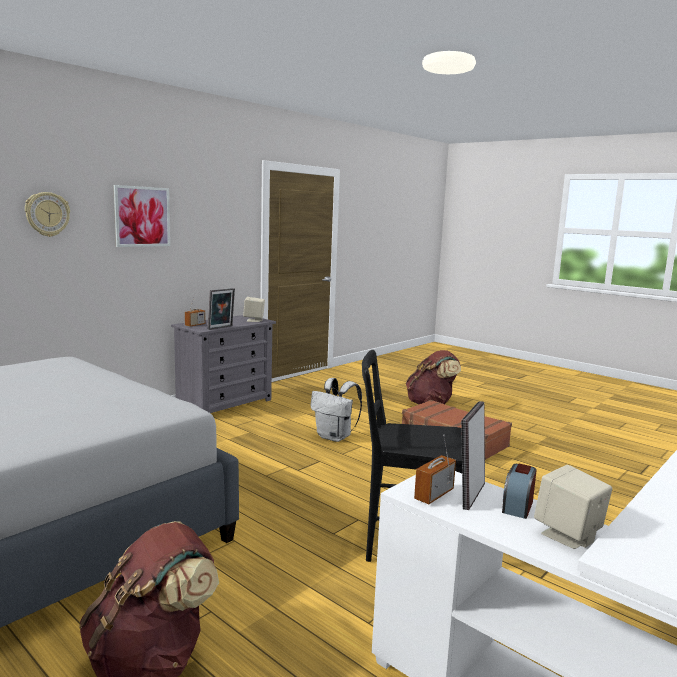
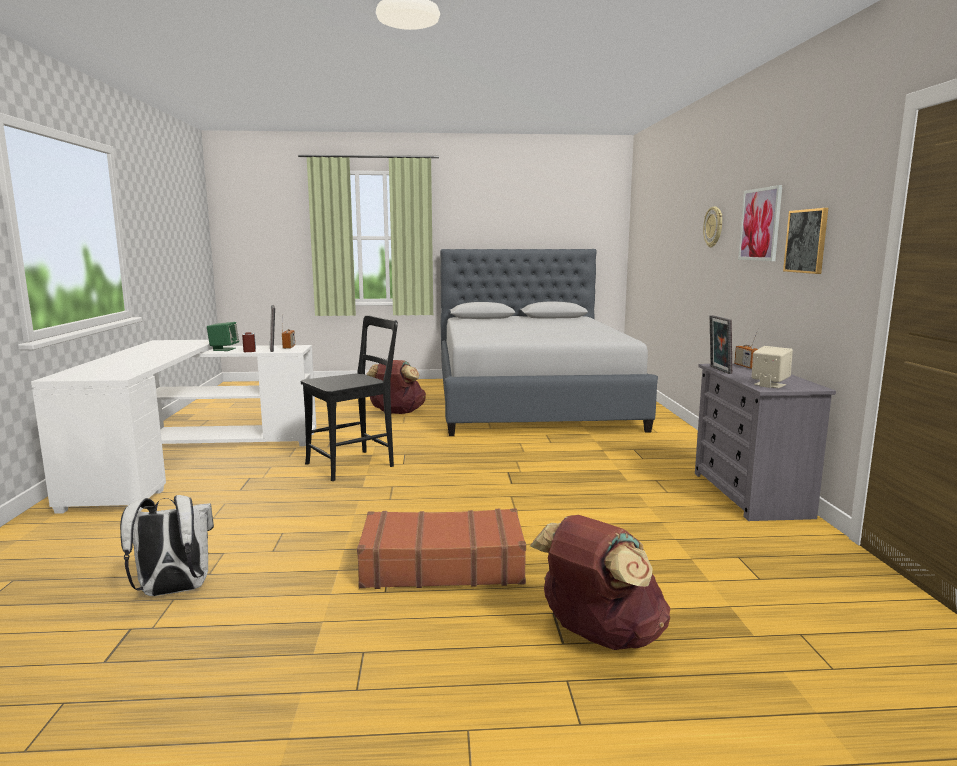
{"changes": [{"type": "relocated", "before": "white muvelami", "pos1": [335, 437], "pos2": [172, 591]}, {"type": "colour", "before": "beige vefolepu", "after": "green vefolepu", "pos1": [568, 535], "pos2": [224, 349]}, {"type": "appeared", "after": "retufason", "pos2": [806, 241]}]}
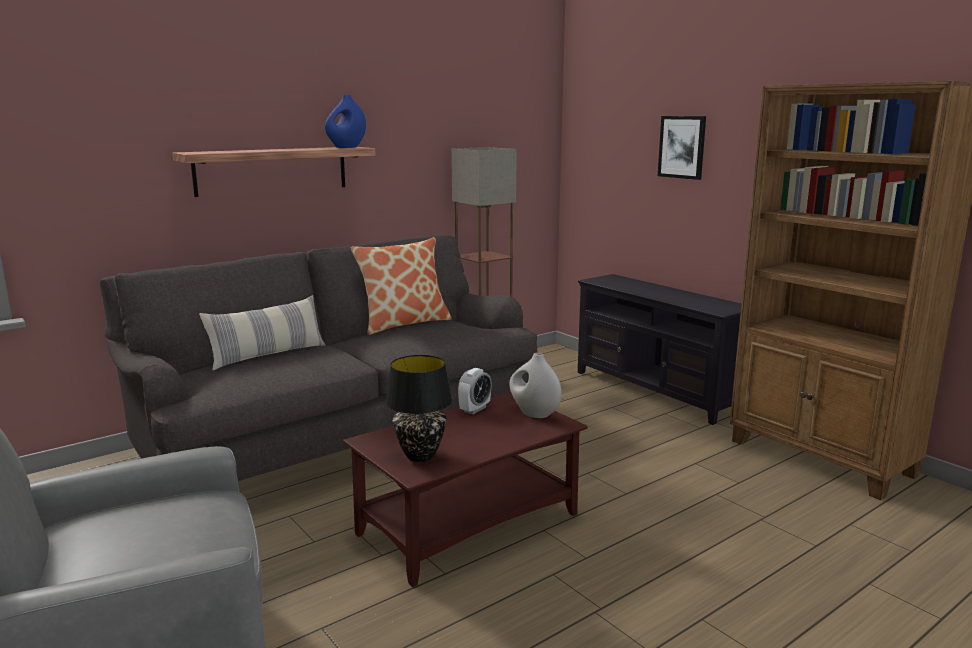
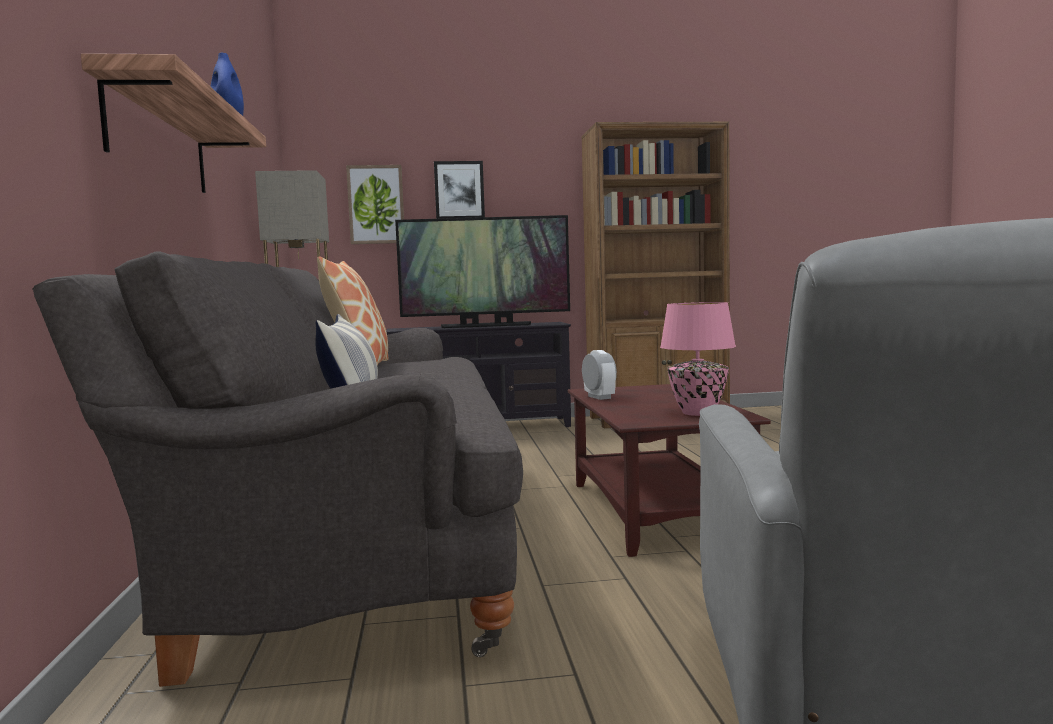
{"changes": [{"type": "missing", "before": "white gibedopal", "pos1": [534, 414]}, {"type": "colour", "before": "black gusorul", "after": "pink gusorul", "pos1": [420, 456], "pos2": [699, 413]}, {"type": "appeared", "after": "retufason", "pos2": [376, 204]}, {"type": "appeared", "after": "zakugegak", "pos2": [486, 326]}]}
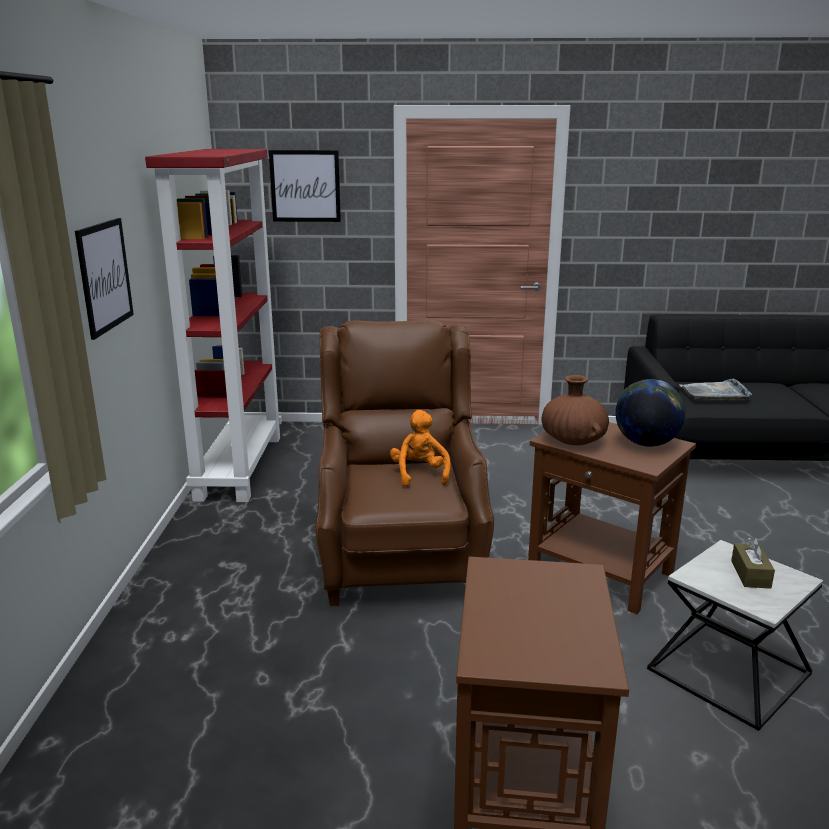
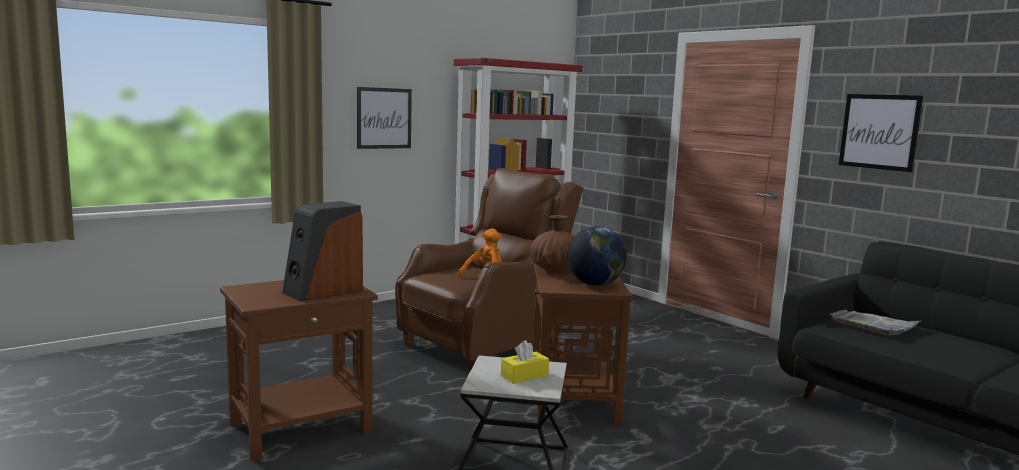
{"changes": [{"type": "relocated", "before": "retufason", "pos1": [305, 186], "pos2": [879, 132]}, {"type": "colour", "before": "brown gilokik", "after": "yellow gilokik", "pos1": [750, 574], "pos2": [524, 376]}, {"type": "appeared", "after": "vefolepu", "pos2": [323, 291]}]}
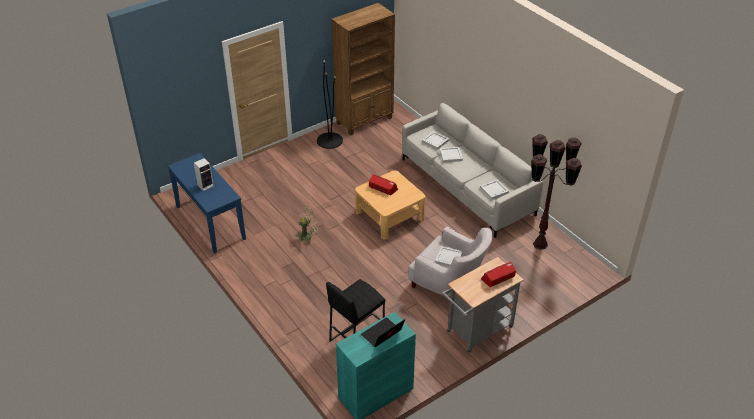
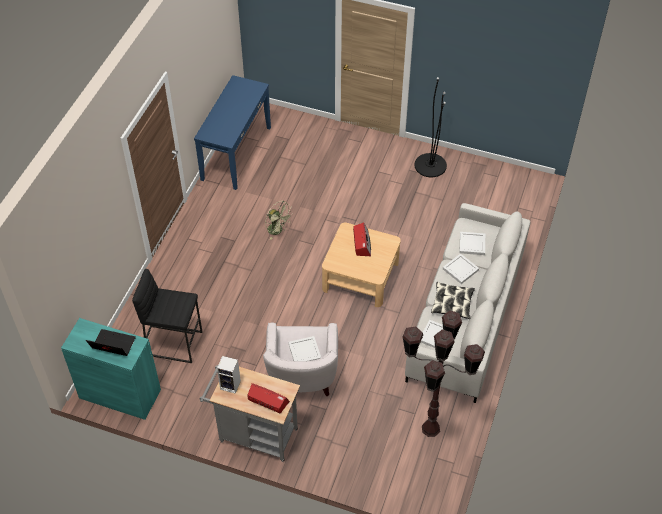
{"changes": [{"type": "missing", "before": "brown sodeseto", "pos1": [365, 120]}, {"type": "relocated", "before": "vefolepu", "pos1": [206, 185], "pos2": [231, 385]}, {"type": "appeared", "after": "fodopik", "pos2": [452, 304]}]}
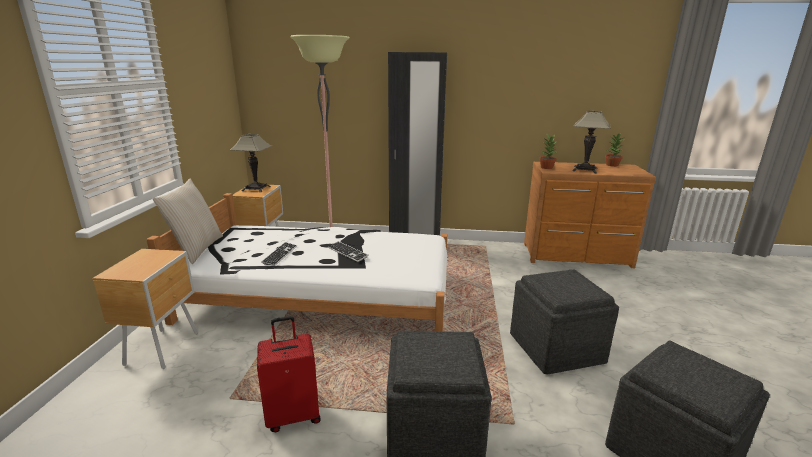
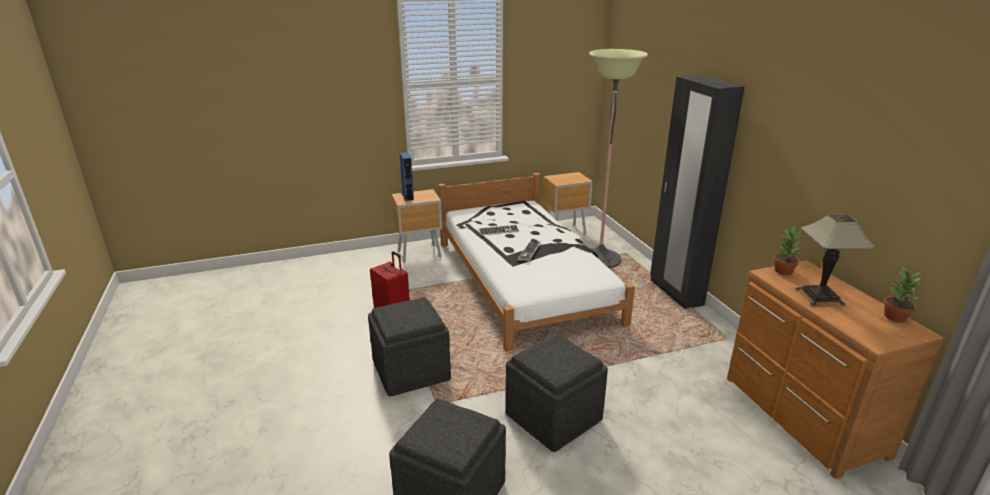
{"changes": [{"type": "missing", "before": "gusorul", "pos1": [256, 188]}, {"type": "missing", "before": "beige fodopik", "pos1": [196, 249]}, {"type": "appeared", "after": "blue vefolepu", "pos2": [408, 196]}]}
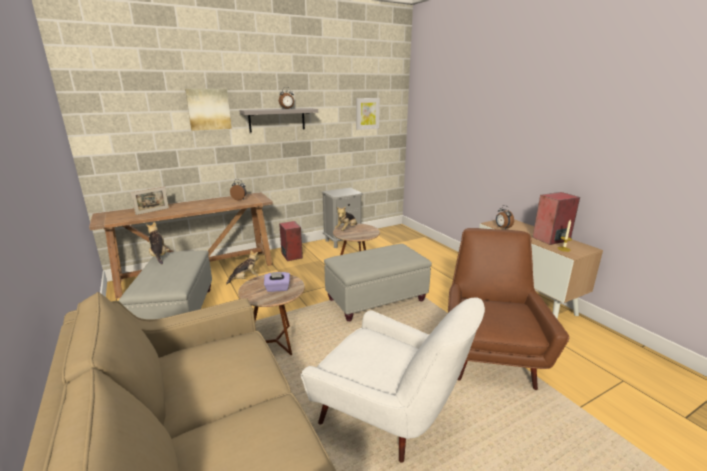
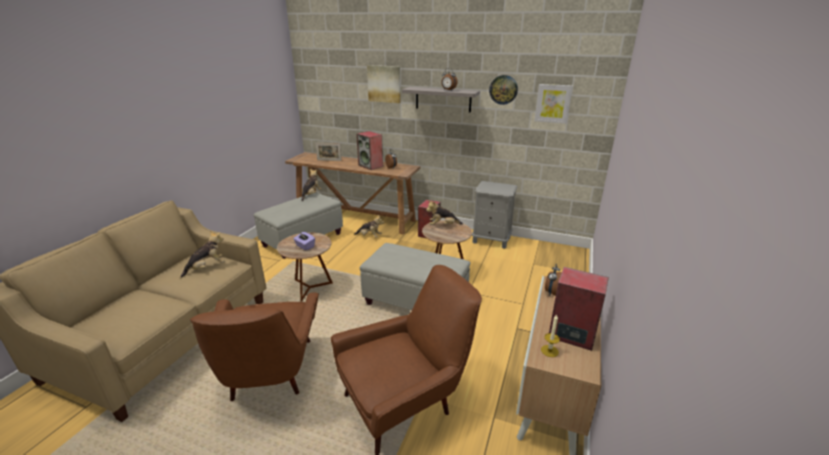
{"changes": [{"type": "colour", "before": "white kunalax", "after": "brown kunalax", "pos1": [389, 418], "pos2": [269, 376]}, {"type": "appeared", "after": "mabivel", "pos2": [503, 89]}, {"type": "appeared", "after": "vefolepu", "pos2": [371, 166]}, {"type": "appeared", "after": "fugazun", "pos2": [207, 268]}]}
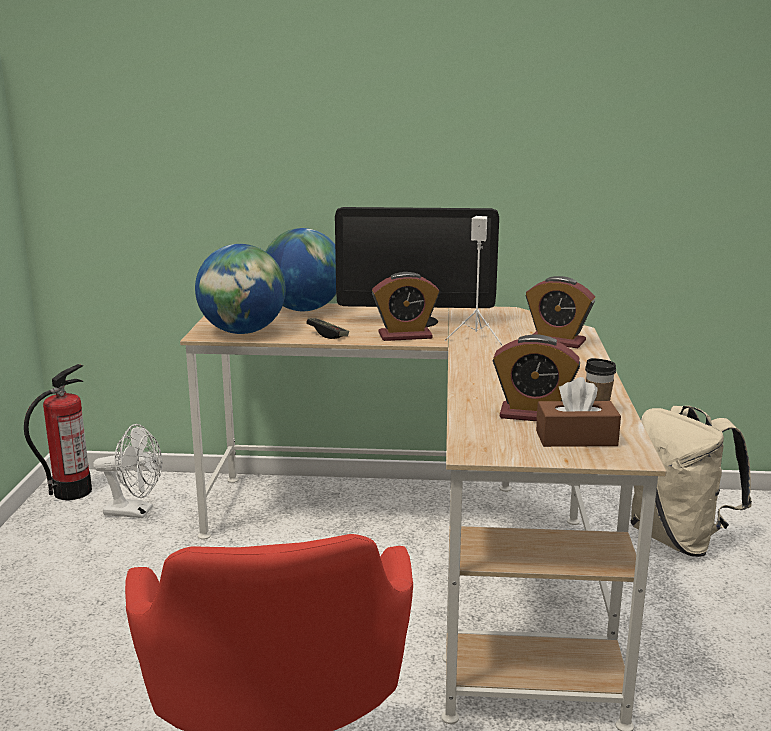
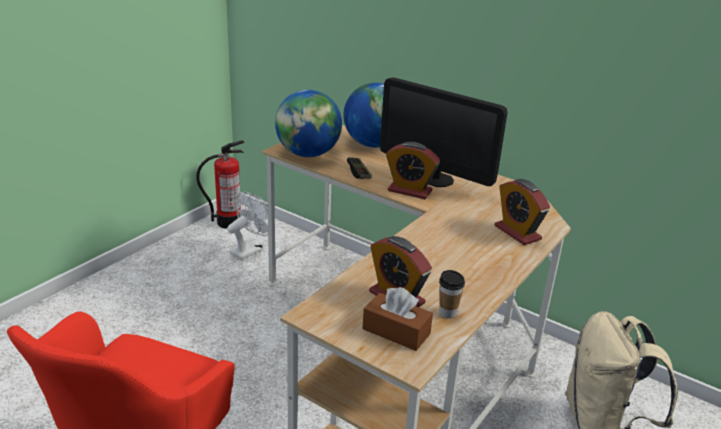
{"changes": [{"type": "missing", "before": "white vefolepu", "pos1": [476, 338]}, {"type": "spun", "before": "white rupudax", "pos1": [136, 512], "pos2": [250, 250], "turn": -90}]}
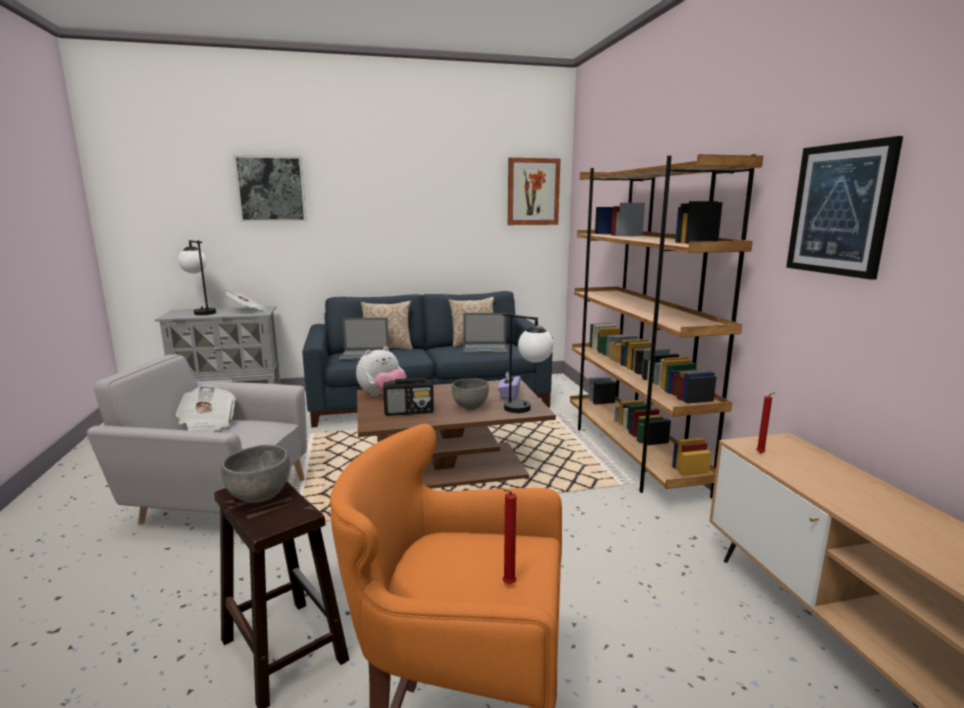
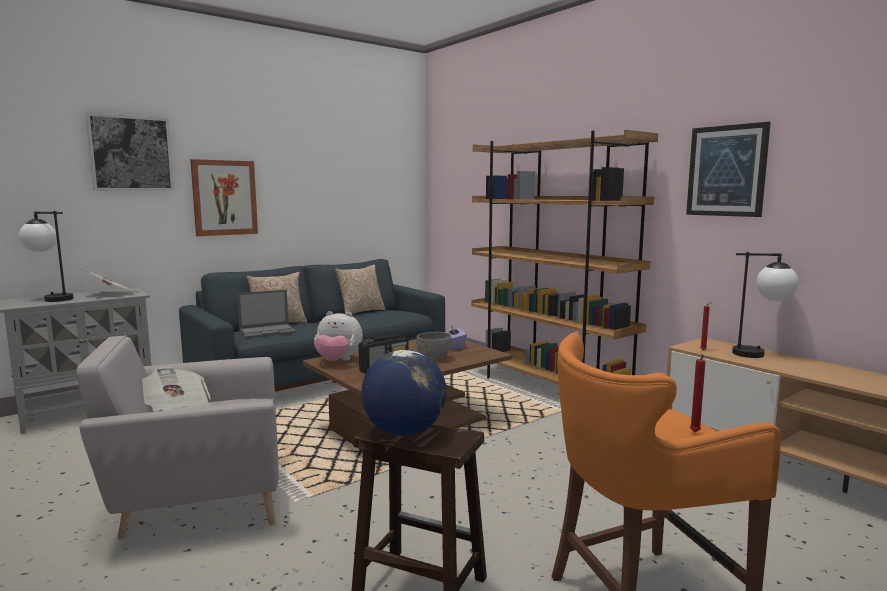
{"changes": [{"type": "relocated", "before": "retufason", "pos1": [533, 192], "pos2": [224, 198]}, {"type": "missing", "before": "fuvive", "pos1": [485, 349]}, {"type": "relocated", "before": "gusorul", "pos1": [527, 410], "pos2": [760, 354]}, {"type": "spun", "before": "fugazun", "pos1": [382, 396], "pos2": [338, 361], "turn": 75}, {"type": "exchanged", "before": "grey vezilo", "after": "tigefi", "pos1": [259, 496], "pos2": [404, 432]}]}
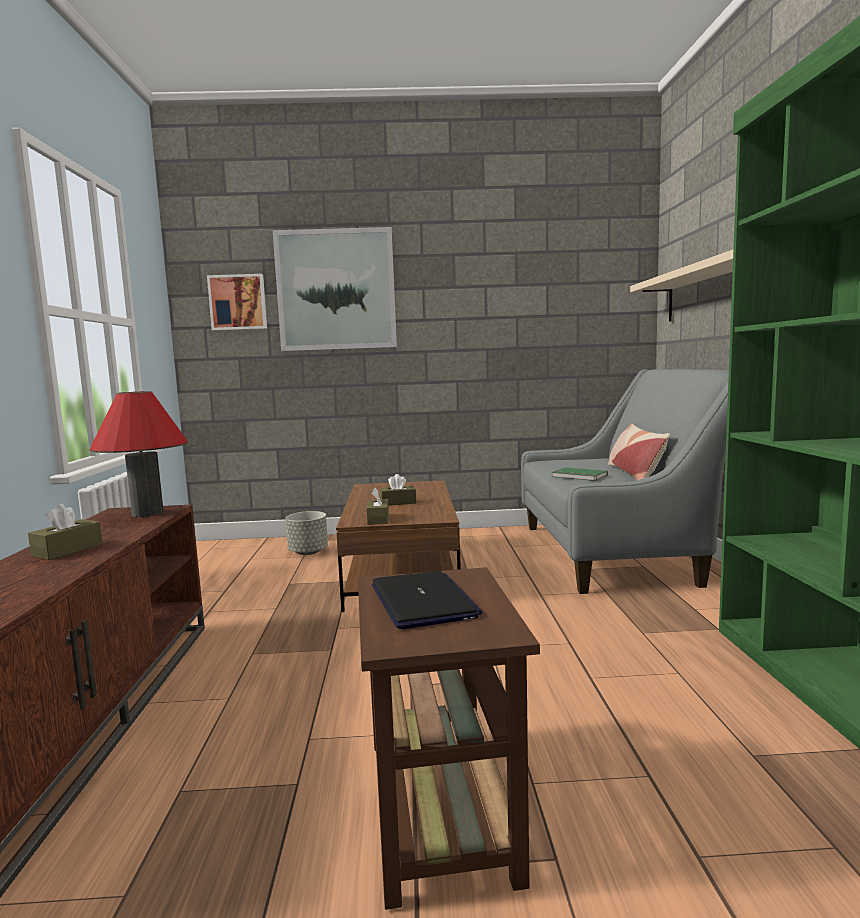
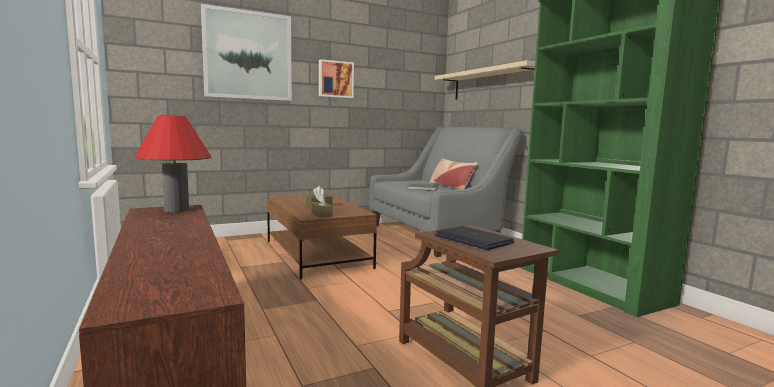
{"changes": [{"type": "relocated", "before": "retufason", "pos1": [238, 302], "pos2": [335, 79]}, {"type": "missing", "before": "brown gilokik", "pos1": [68, 550]}, {"type": "missing", "before": "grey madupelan", "pos1": [308, 552]}]}
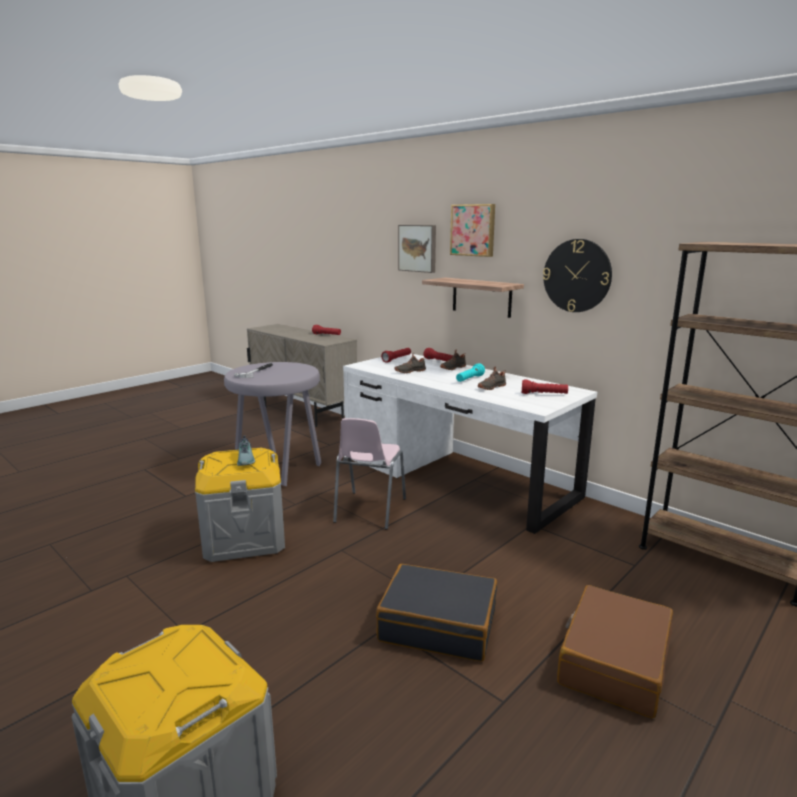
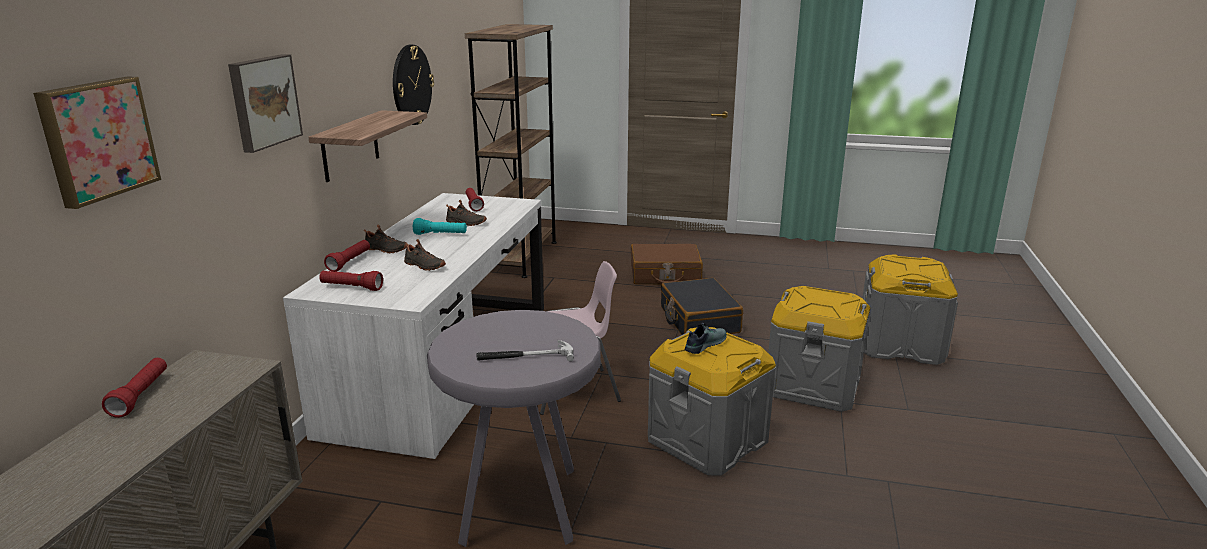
{"changes": [{"type": "relocated", "before": "retufason", "pos1": [473, 230], "pos2": [97, 139]}, {"type": "appeared", "after": "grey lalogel", "pos2": [813, 385]}]}
